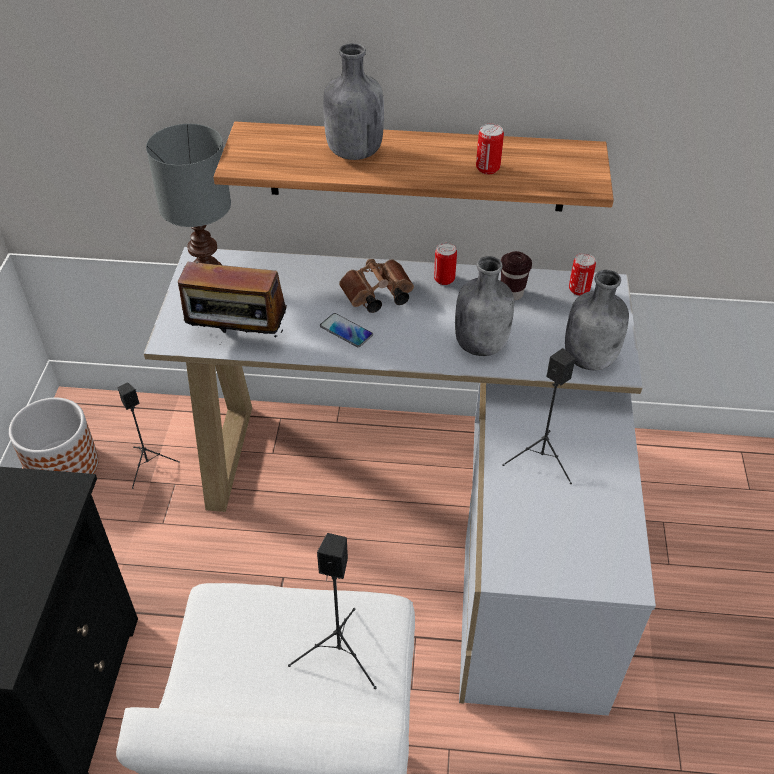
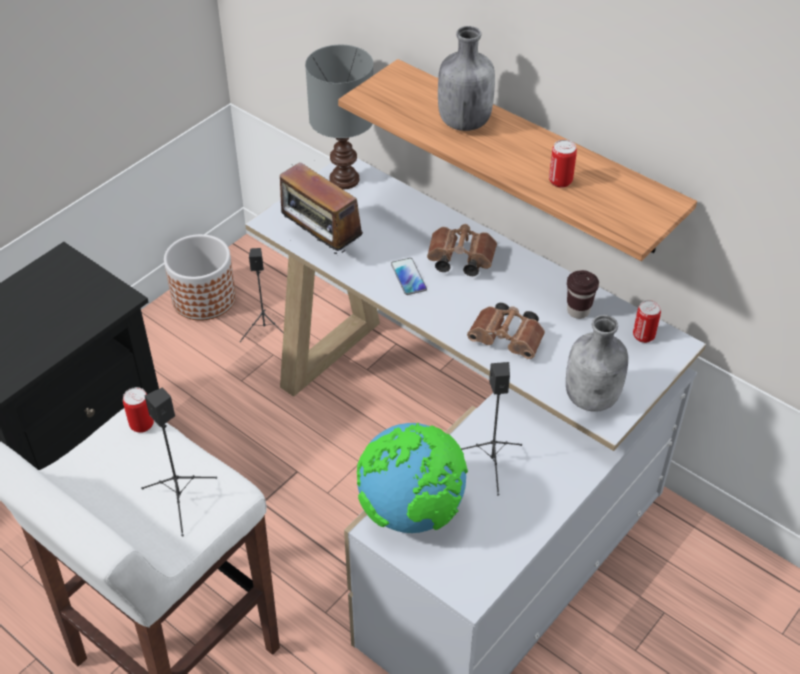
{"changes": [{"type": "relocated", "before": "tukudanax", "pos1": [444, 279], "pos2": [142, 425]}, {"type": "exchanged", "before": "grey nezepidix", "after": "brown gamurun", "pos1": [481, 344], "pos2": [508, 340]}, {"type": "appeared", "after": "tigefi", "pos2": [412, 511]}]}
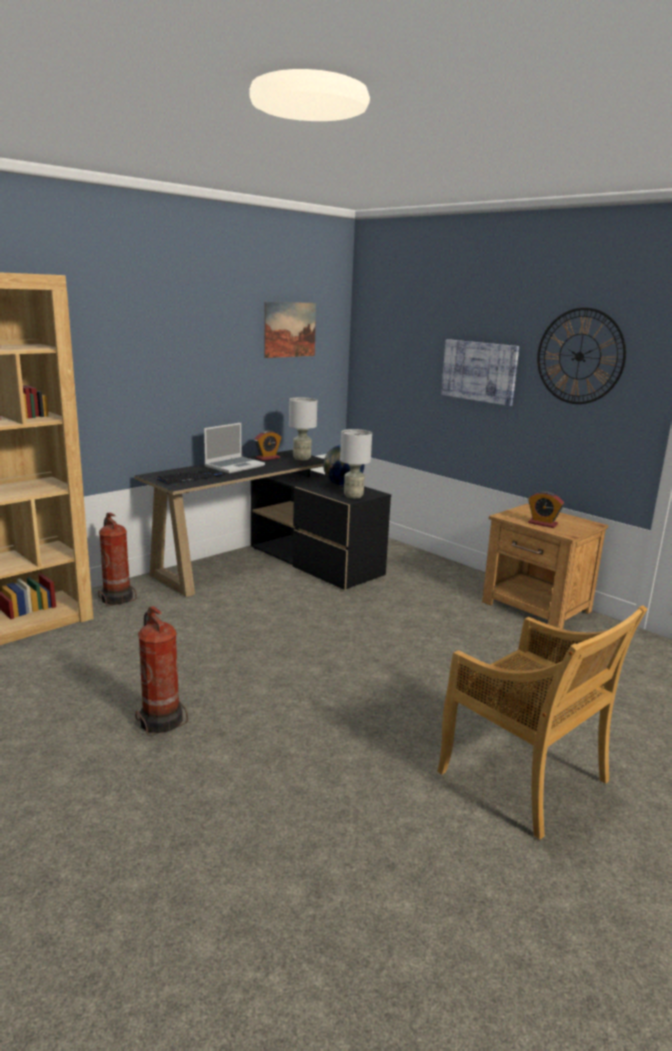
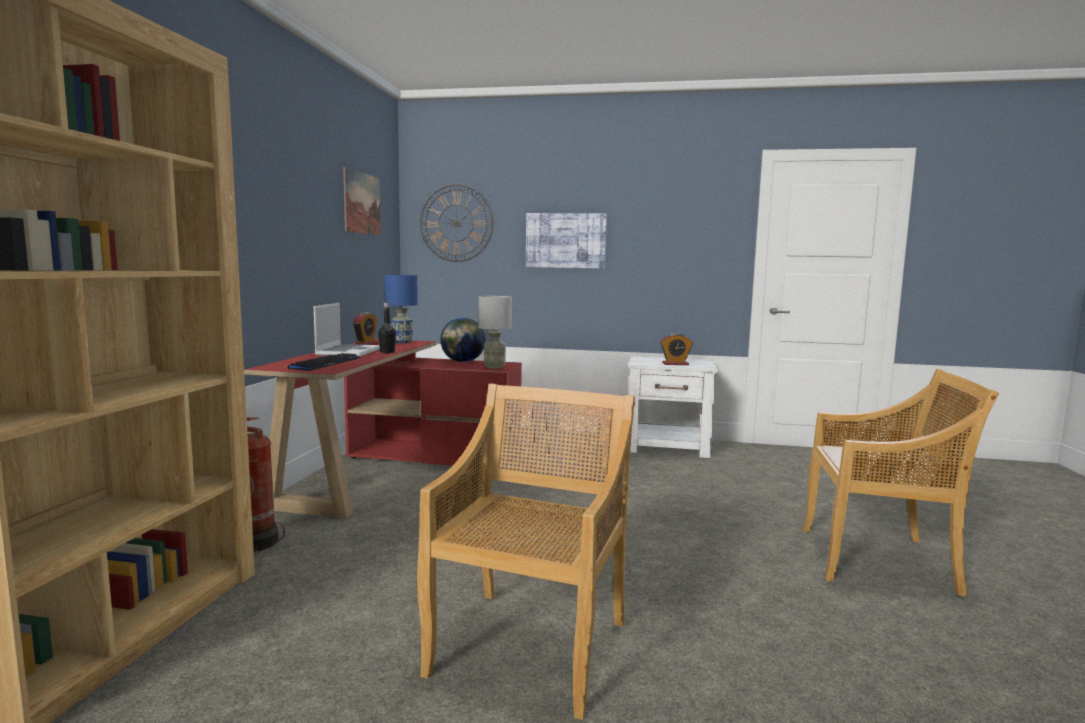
{"changes": [{"type": "relocated", "before": "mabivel", "pos1": [579, 356], "pos2": [456, 223]}, {"type": "colour", "before": "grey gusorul", "after": "blue gusorul", "pos1": [301, 458], "pos2": [402, 342]}, {"type": "colour", "before": "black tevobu", "after": "red tevobu", "pos1": [268, 566], "pos2": [393, 469]}, {"type": "colour", "before": "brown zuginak", "after": "white zuginak", "pos1": [536, 607], "pos2": [668, 446]}, {"type": "exchanged", "before": "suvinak", "after": "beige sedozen", "pos1": [161, 720], "pos2": [530, 645]}, {"type": "appeared", "after": "black nezepidix", "pos2": [387, 352]}]}
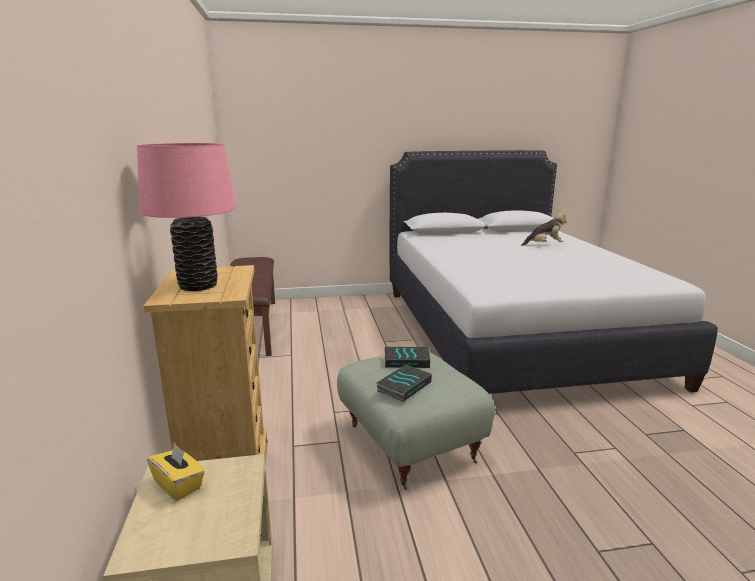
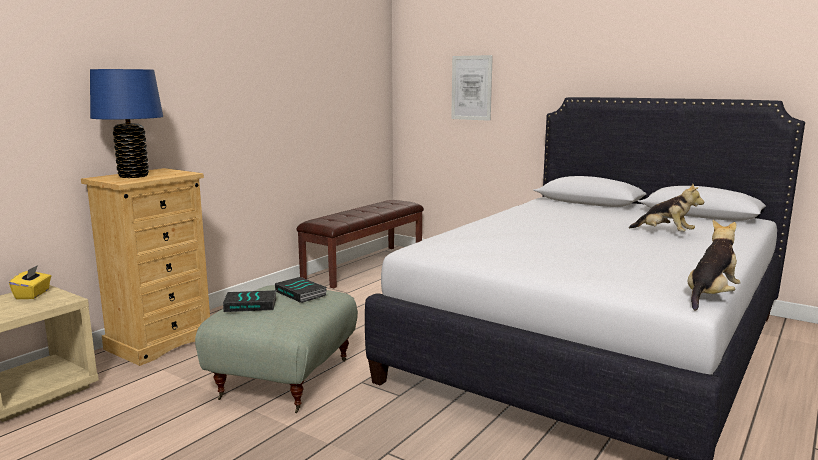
{"changes": [{"type": "colour", "before": "pink gusorul", "after": "blue gusorul", "pos1": [198, 286], "pos2": [133, 176]}, {"type": "appeared", "after": "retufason", "pos2": [471, 88]}, {"type": "appeared", "after": "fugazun", "pos2": [710, 296]}]}
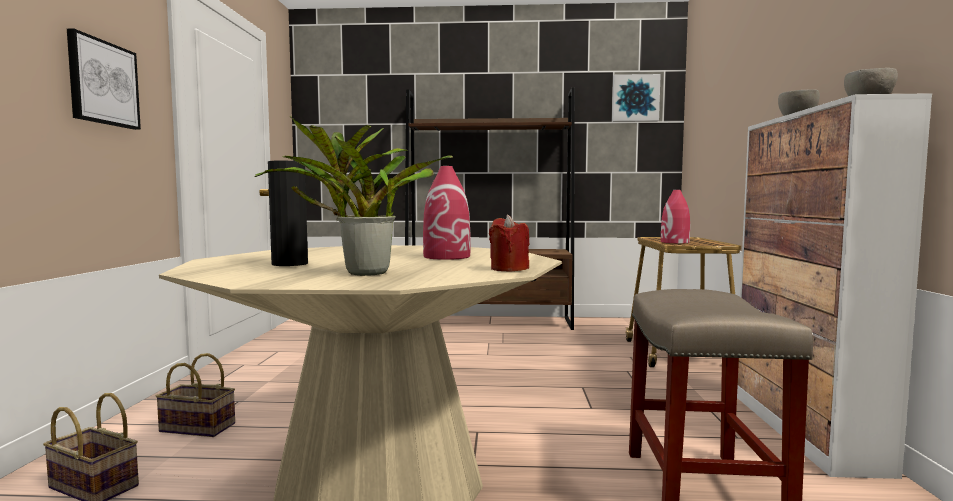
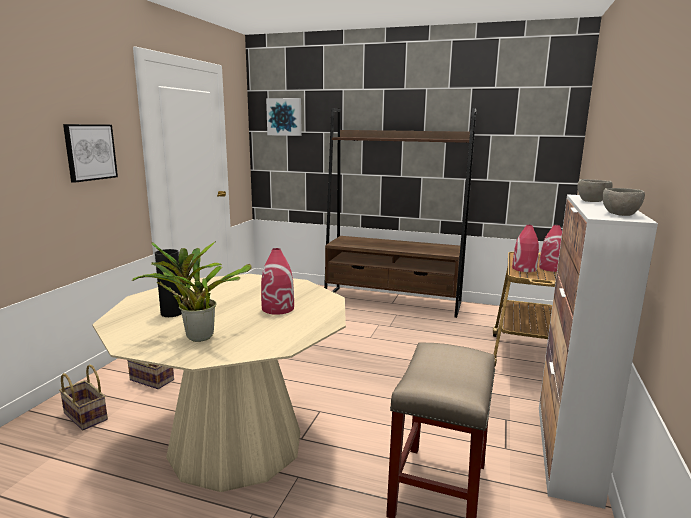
{"changes": [{"type": "relocated", "before": "retufason", "pos1": [635, 98], "pos2": [284, 117]}, {"type": "missing", "before": "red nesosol", "pos1": [509, 269]}, {"type": "appeared", "after": "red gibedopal", "pos2": [551, 268]}]}
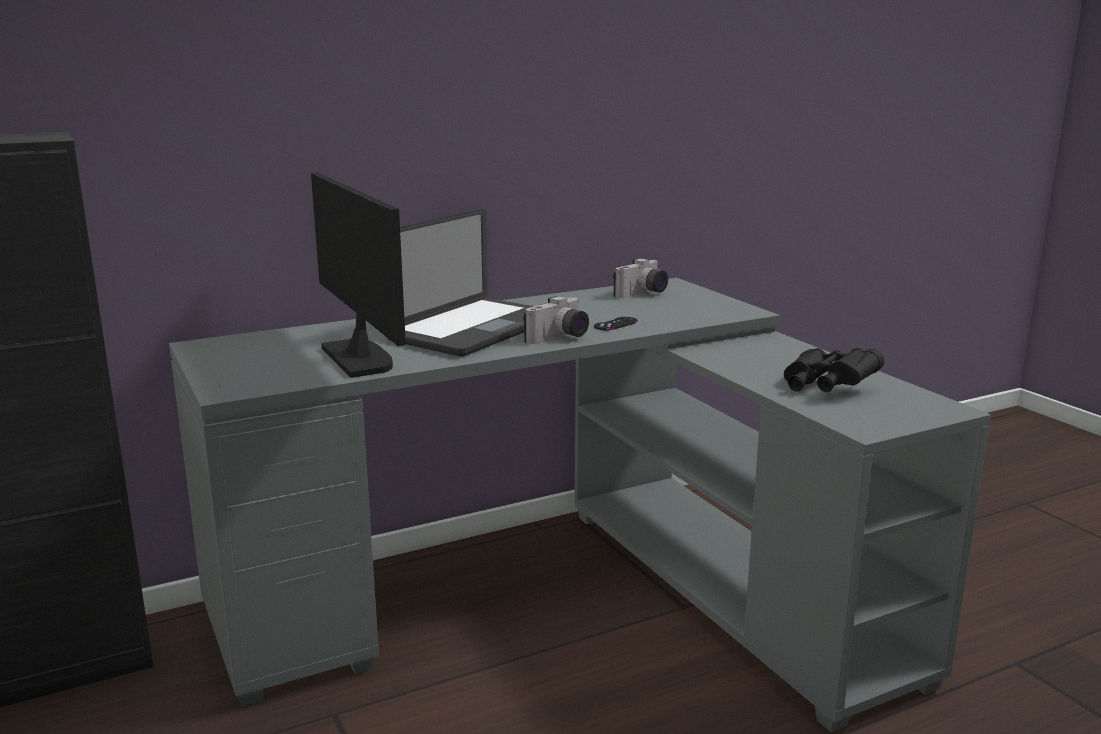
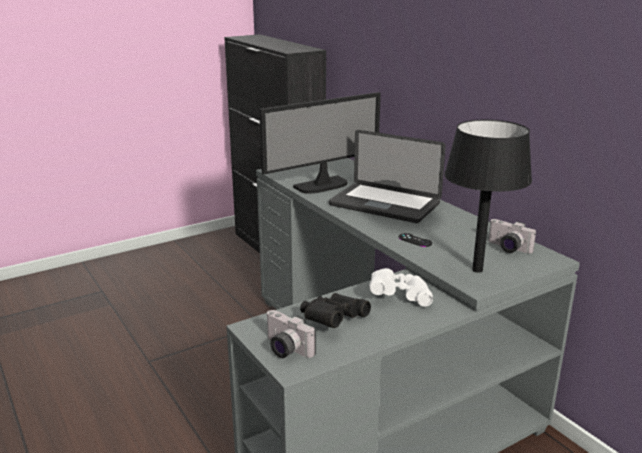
{"changes": [{"type": "relocated", "before": "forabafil", "pos1": [559, 338], "pos2": [284, 349]}, {"type": "appeared", "after": "black gusorul", "pos2": [477, 270]}, {"type": "appeared", "after": "white gamurun", "pos2": [399, 297]}]}
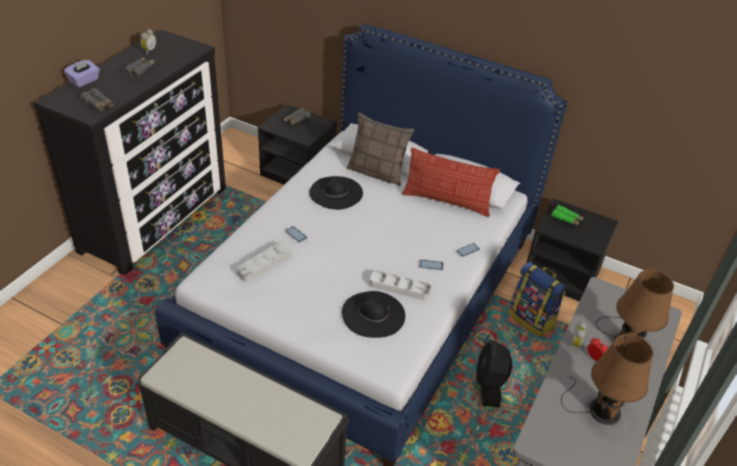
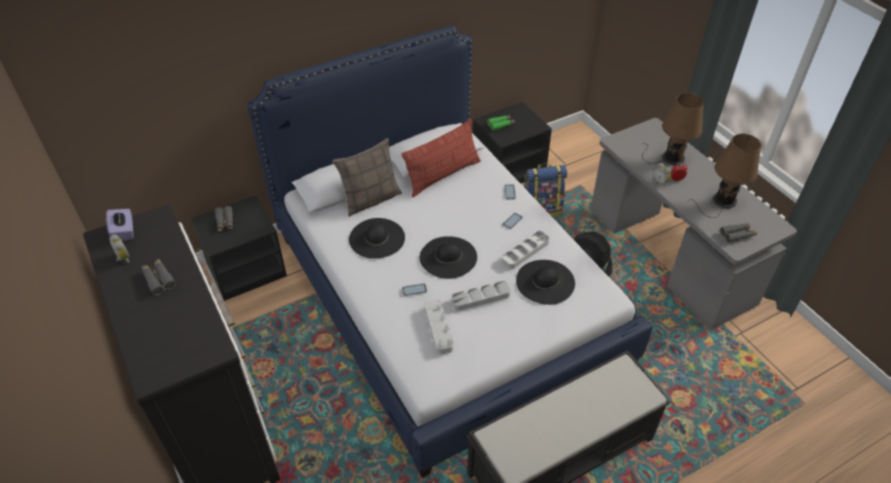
{"changes": [{"type": "relocated", "before": "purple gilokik", "pos1": [84, 81], "pos2": [124, 232]}, {"type": "relocated", "before": "grey gamurun", "pos1": [98, 104], "pos2": [737, 235]}, {"type": "appeared", "after": "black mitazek", "pos2": [448, 257]}, {"type": "appeared", "after": "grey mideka", "pos2": [480, 298]}]}
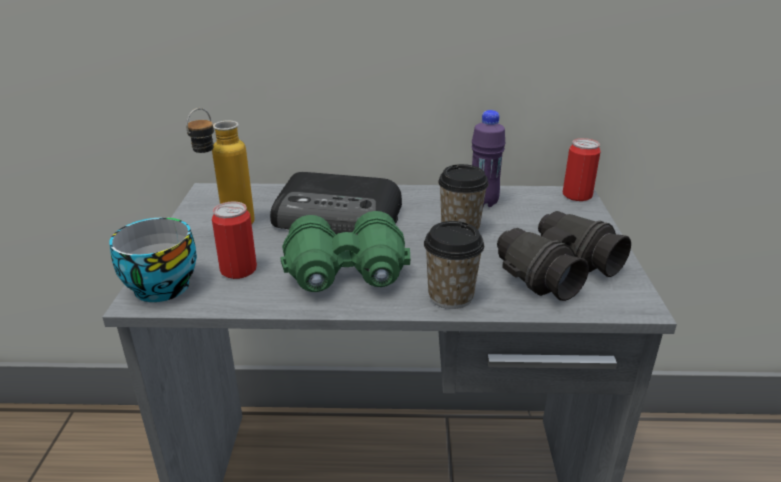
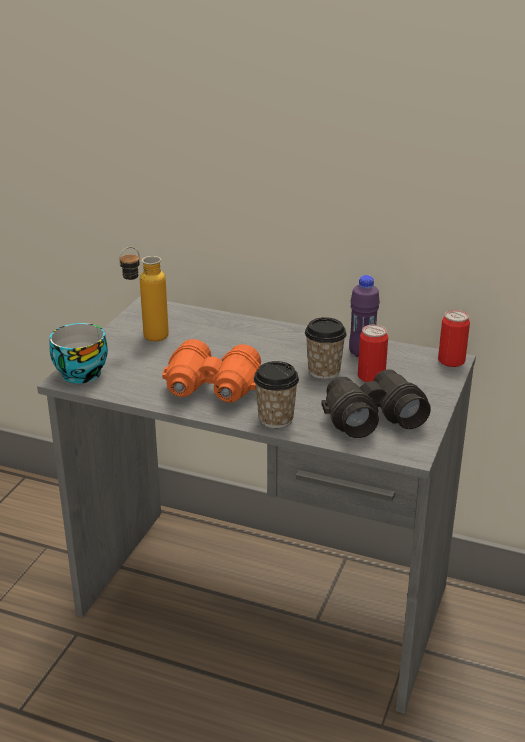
{"changes": [{"type": "missing", "before": "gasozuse", "pos1": [338, 217]}, {"type": "relocated", "before": "tukudanax", "pos1": [238, 270], "pos2": [371, 376]}, {"type": "colour", "before": "green gamurun", "after": "orange gamurun", "pos1": [347, 274], "pos2": [212, 389]}]}
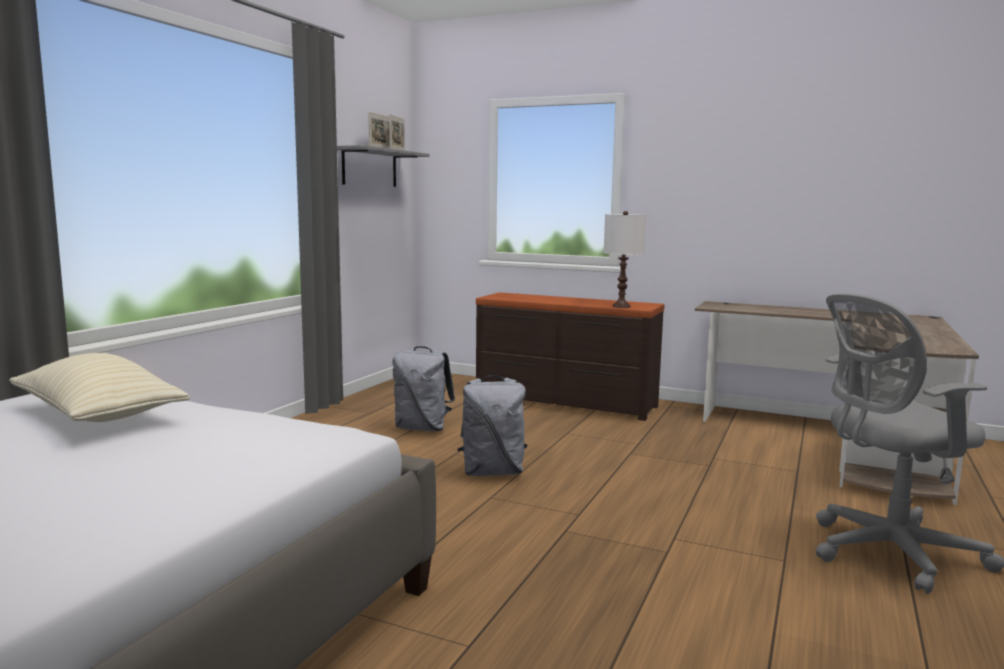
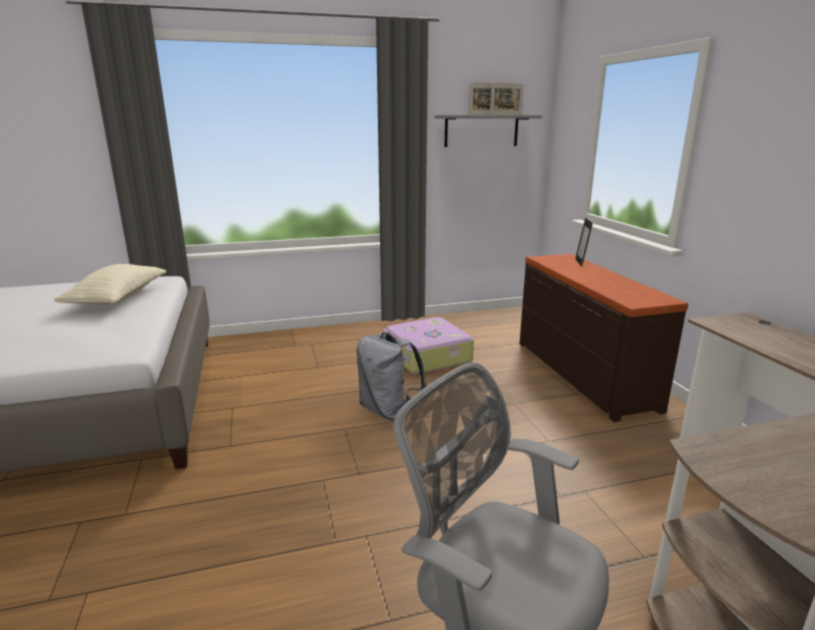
{"changes": [{"type": "missing", "before": "white gusorul", "pos1": [621, 306]}, {"type": "exchanged", "before": "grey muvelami", "after": "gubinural", "pos1": [422, 428], "pos2": [427, 356]}, {"type": "appeared", "after": "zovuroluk", "pos2": [581, 262]}]}
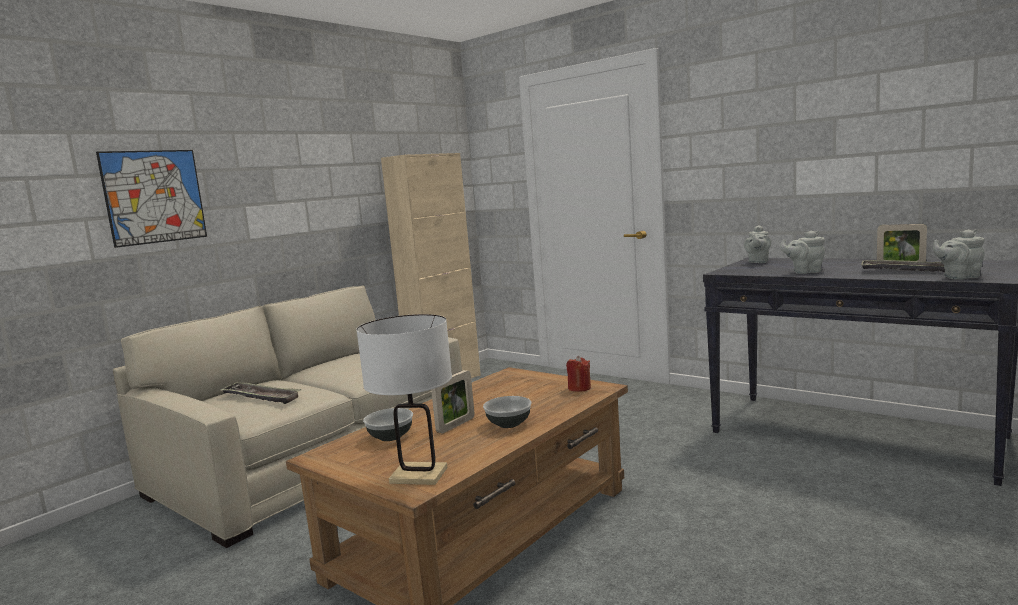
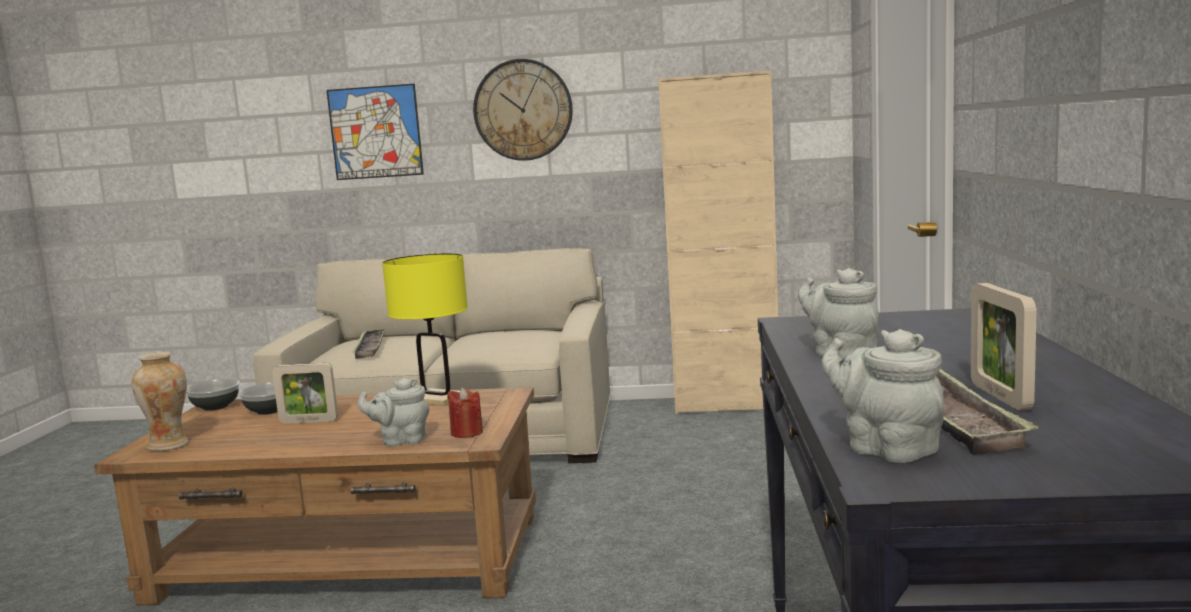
{"changes": [{"type": "relocated", "before": "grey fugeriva", "pos1": [758, 262], "pos2": [401, 440]}, {"type": "exchanged", "before": "white gusorul", "after": "gibedopal", "pos1": [418, 475], "pos2": [169, 445]}, {"type": "relocated", "before": "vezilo", "pos1": [508, 424], "pos2": [215, 407]}, {"type": "appeared", "after": "mabivel", "pos2": [523, 110]}, {"type": "appeared", "after": "yellow gusorul", "pos2": [436, 399]}]}
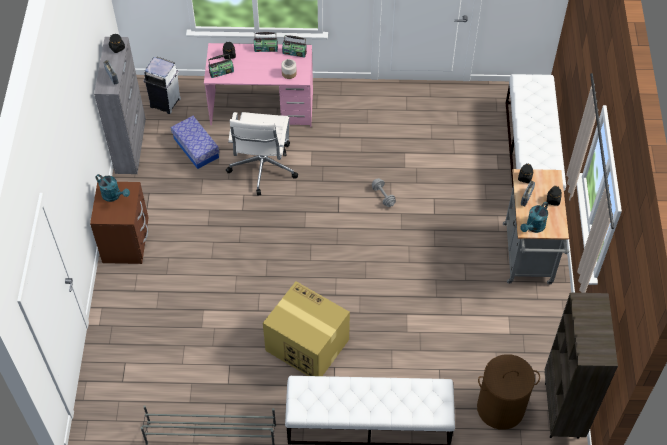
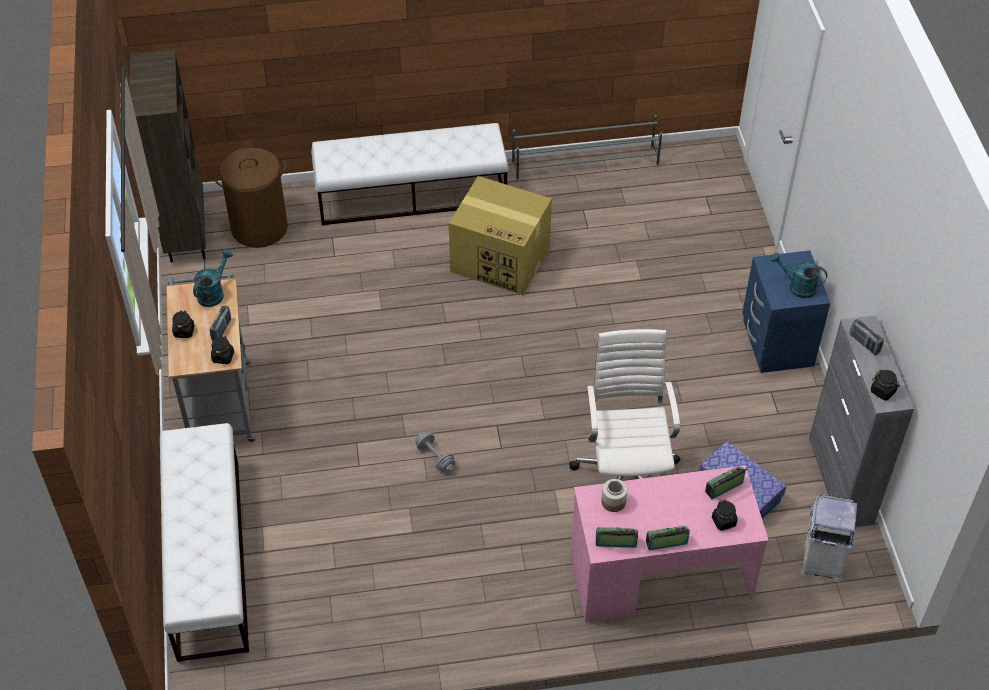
{"changes": [{"type": "colour", "before": "brown zuginak", "after": "blue zuginak", "pos1": [126, 242], "pos2": [776, 343]}]}
